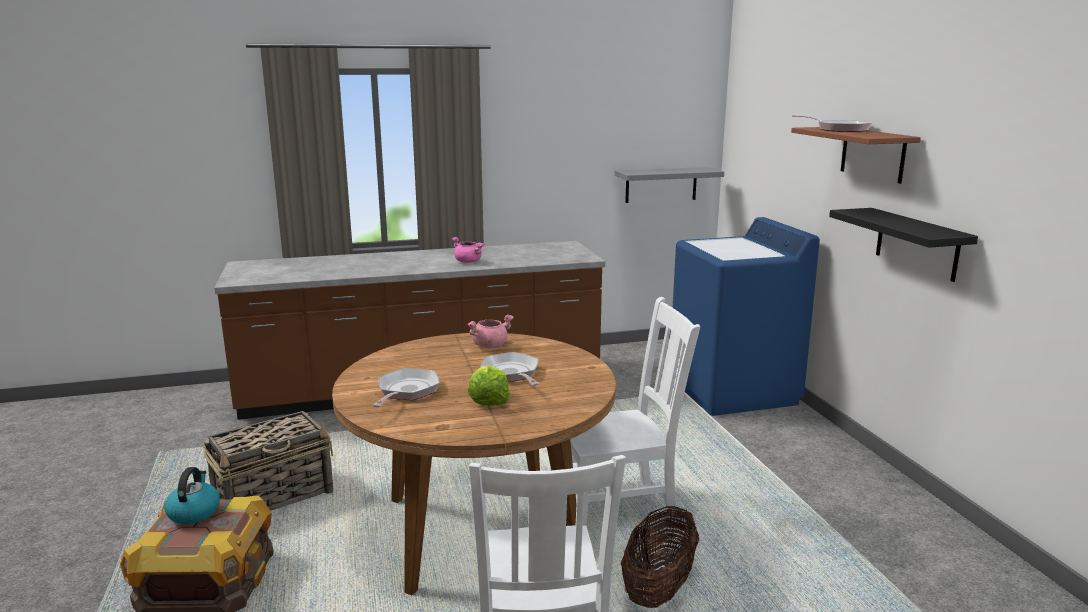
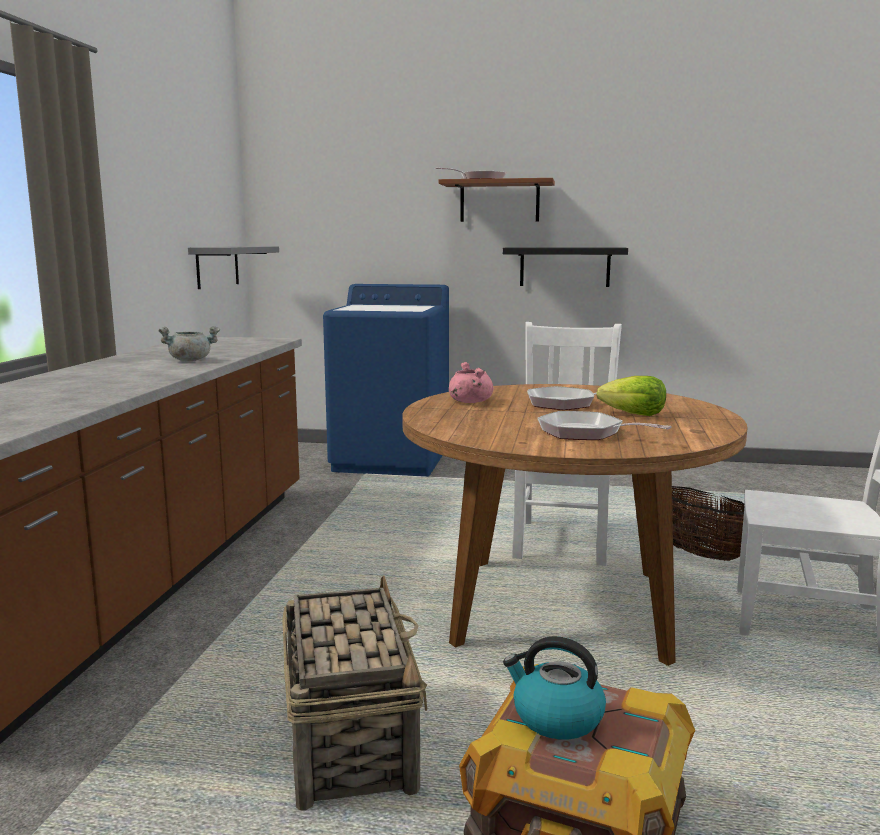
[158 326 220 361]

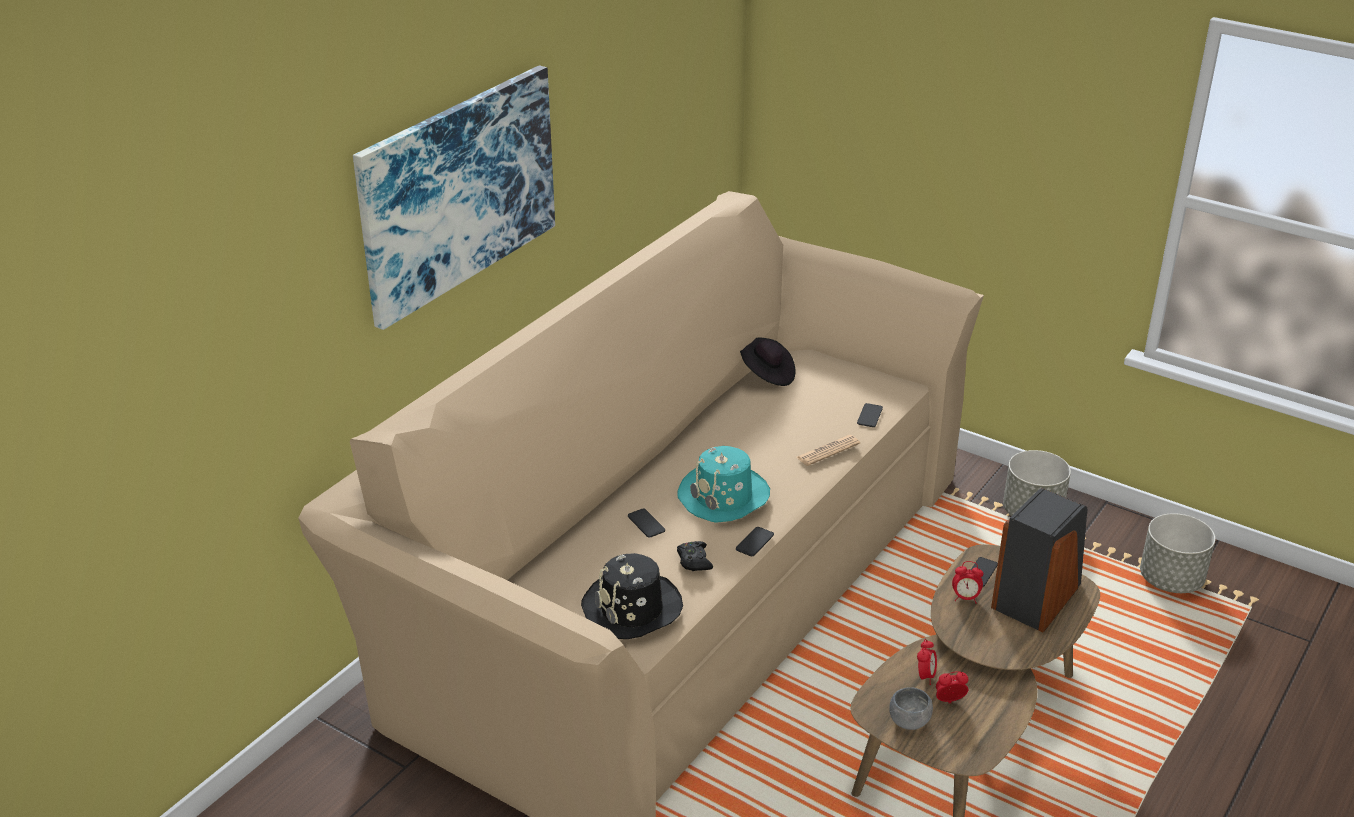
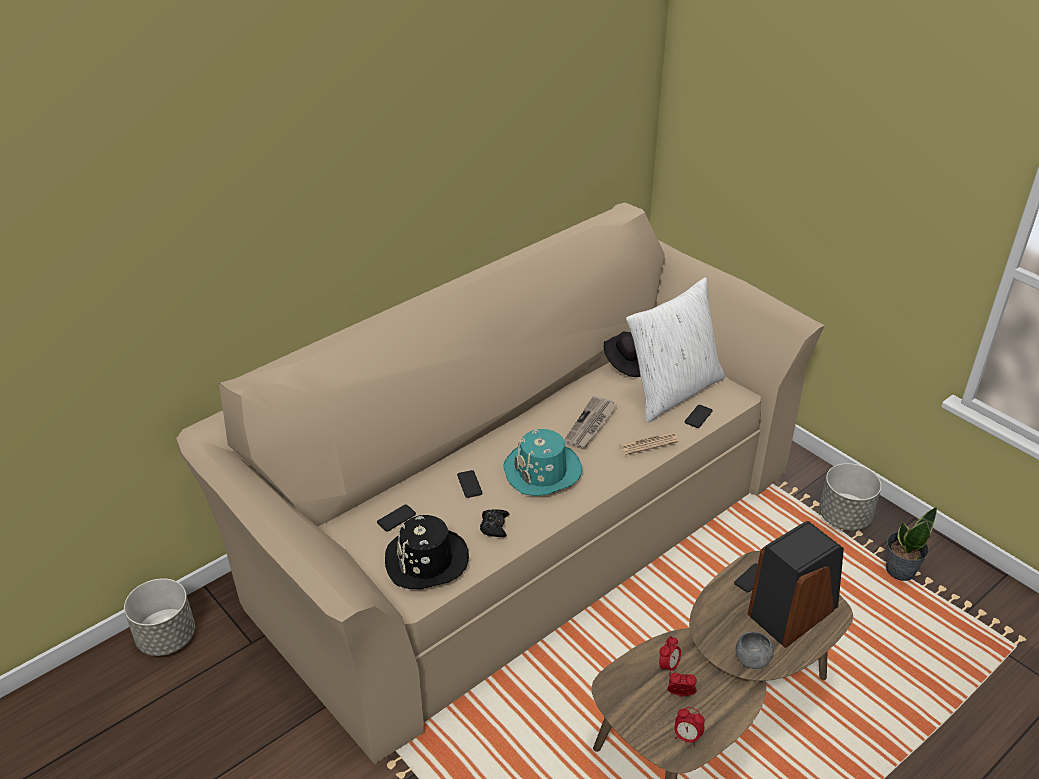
[124 578 195 656]
[377 505 416 531]
[564 396 617 449]
[626 277 725 423]
[674 707 705 746]
[735 632 774 669]
[886 507 937 581]
[353 65 555 330] (first image)

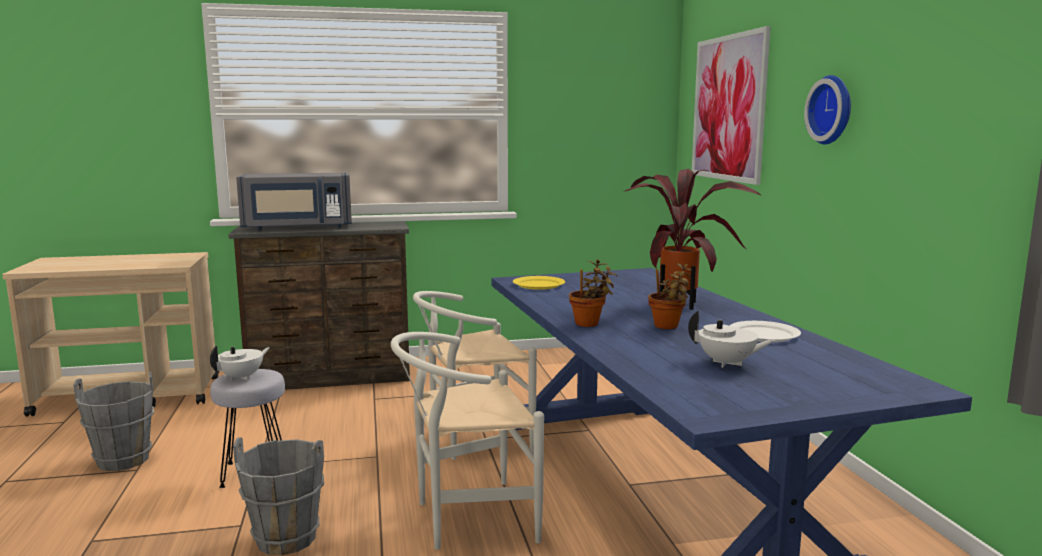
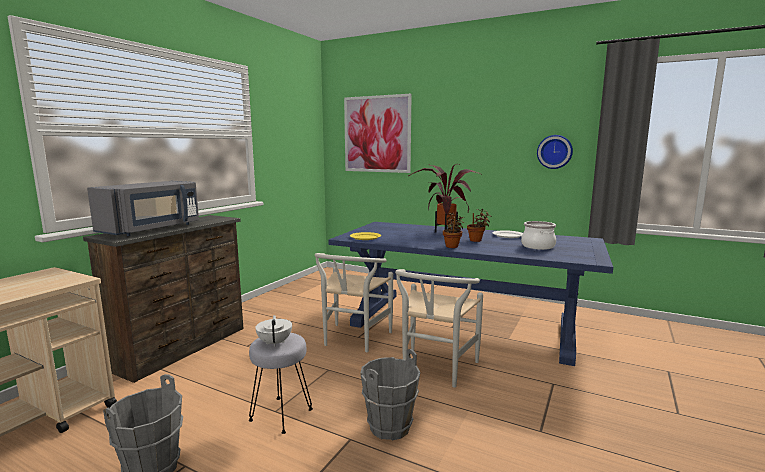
[521 221 556 250]
[537 135 573 169]

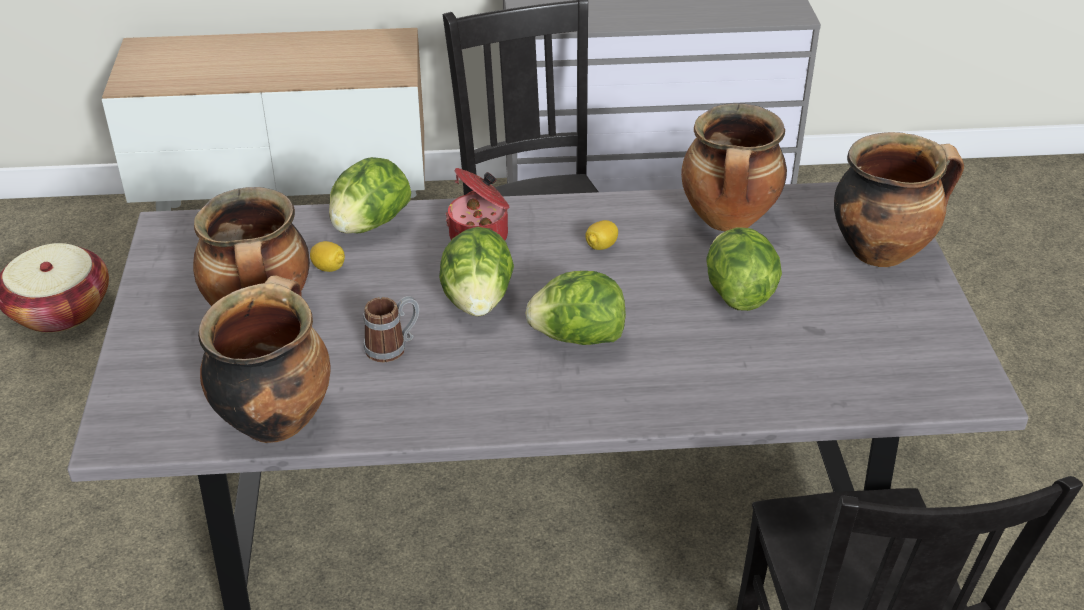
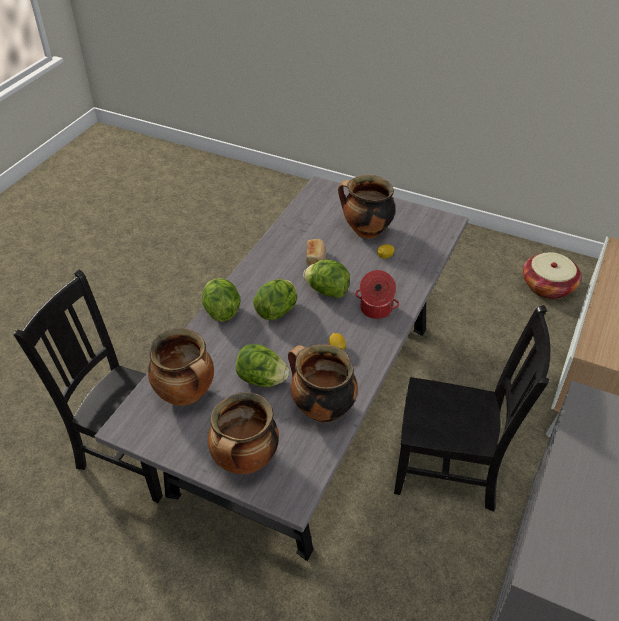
[148 328 214 406]
[202 278 241 322]
[306 239 326 266]

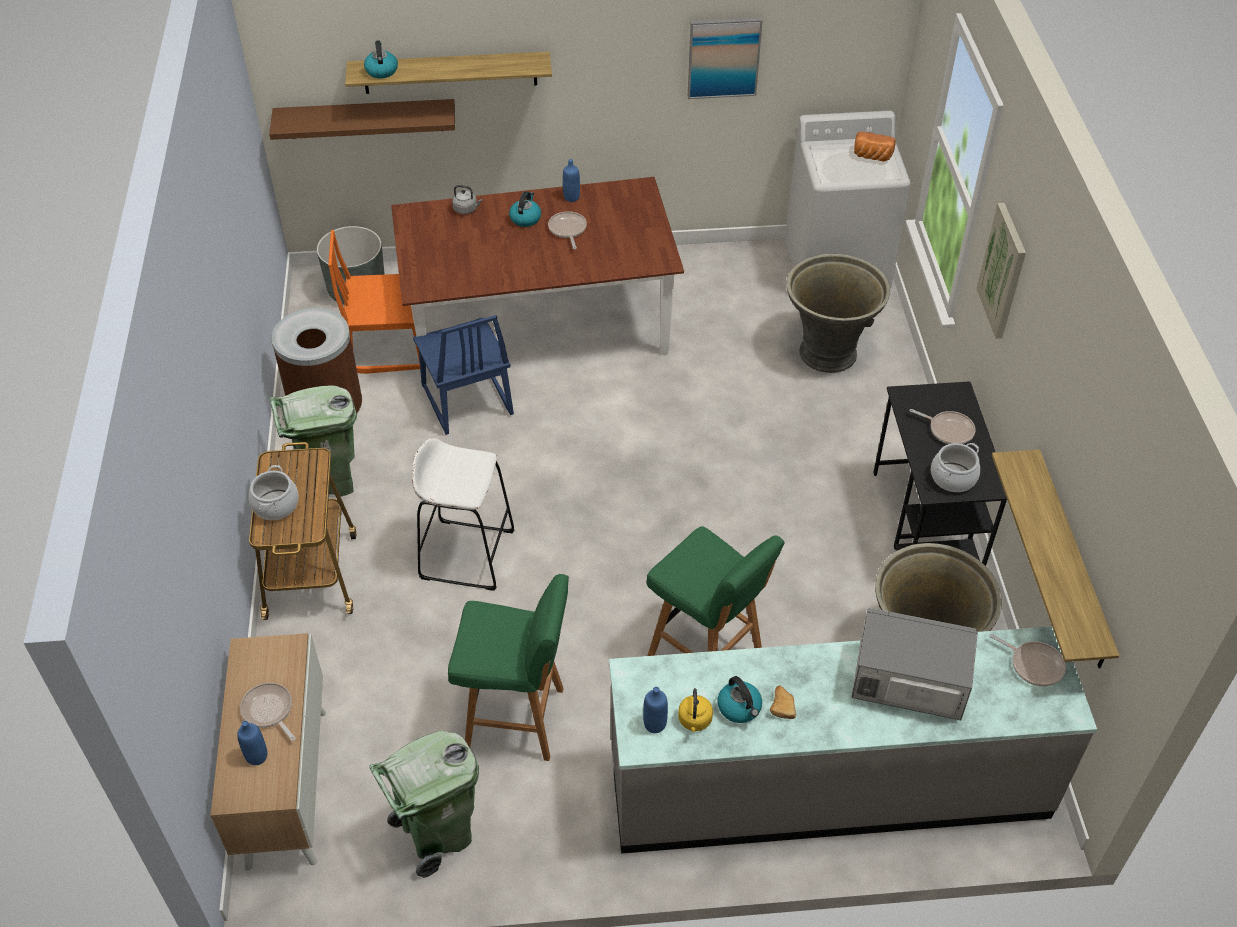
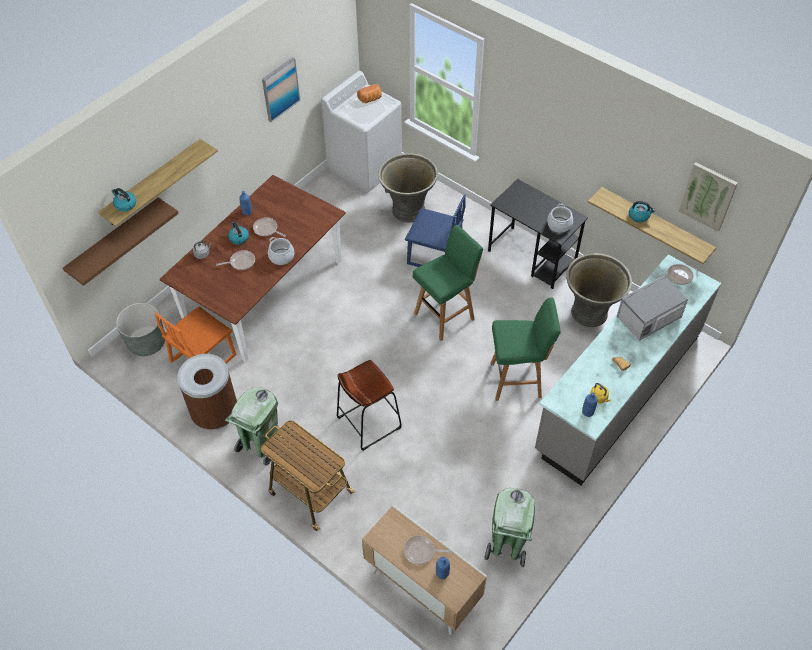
[216 250 255 270]
[268 237 294 265]
[337 360 402 451]
[405 194 466 267]
[413 225 483 341]
[629 201 655 222]
[679 162 738 232]

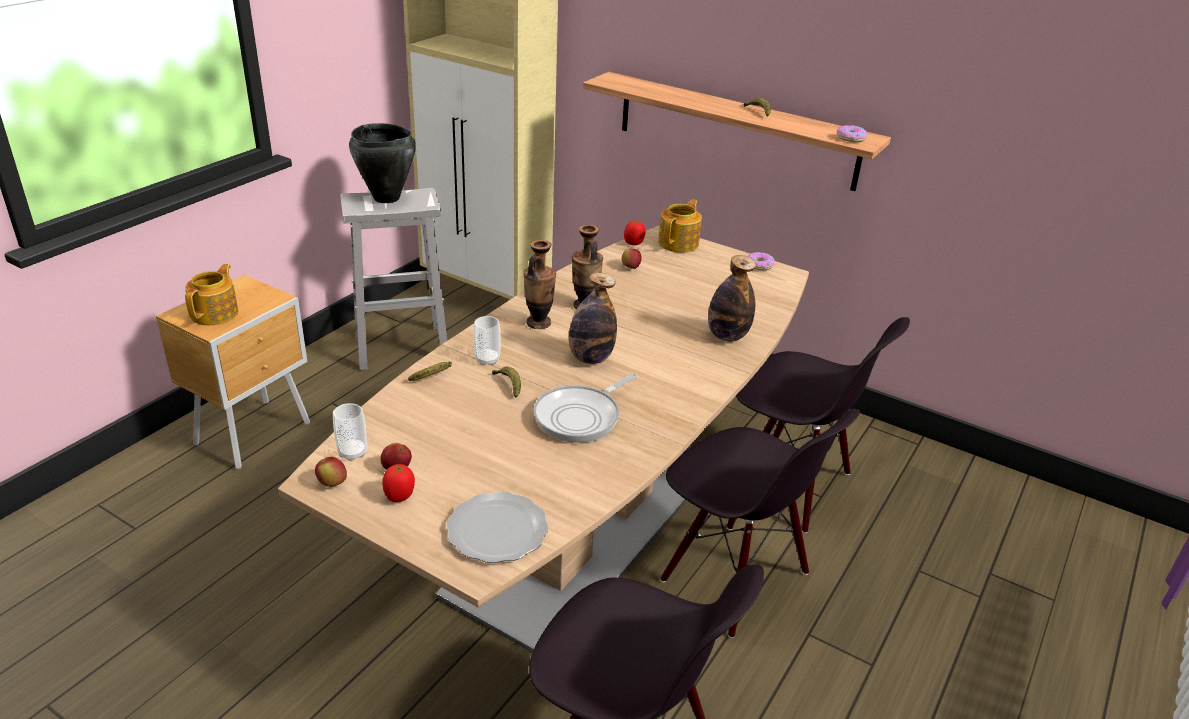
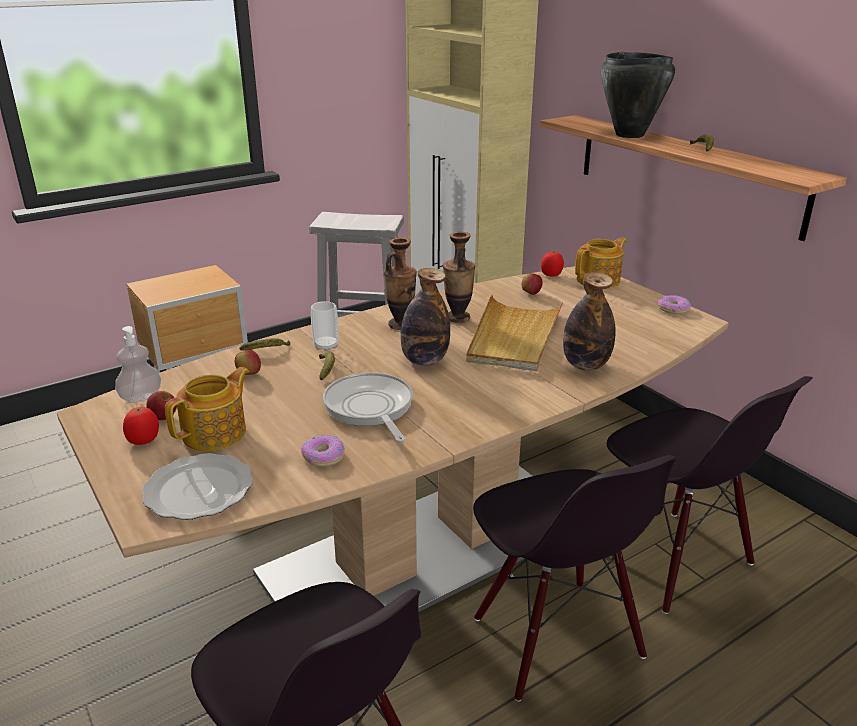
[115 326 161 403]
[165 367 249 451]
[235 350 261 375]
[301 435 345 467]
[323 373 413 442]
[466 295 563 371]
[601 52 675 138]

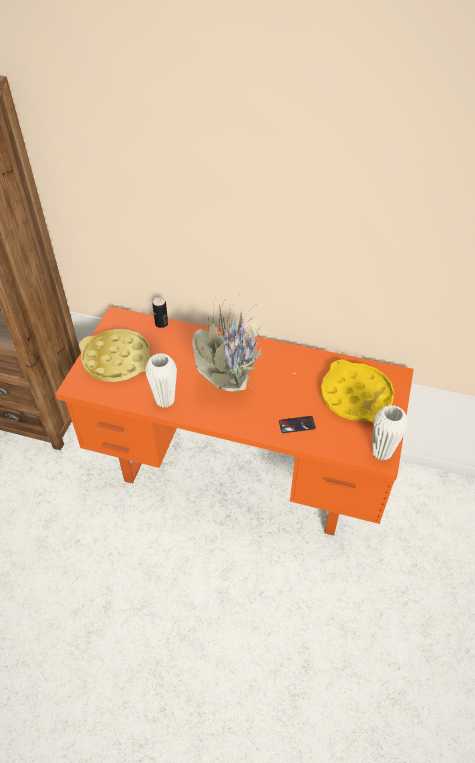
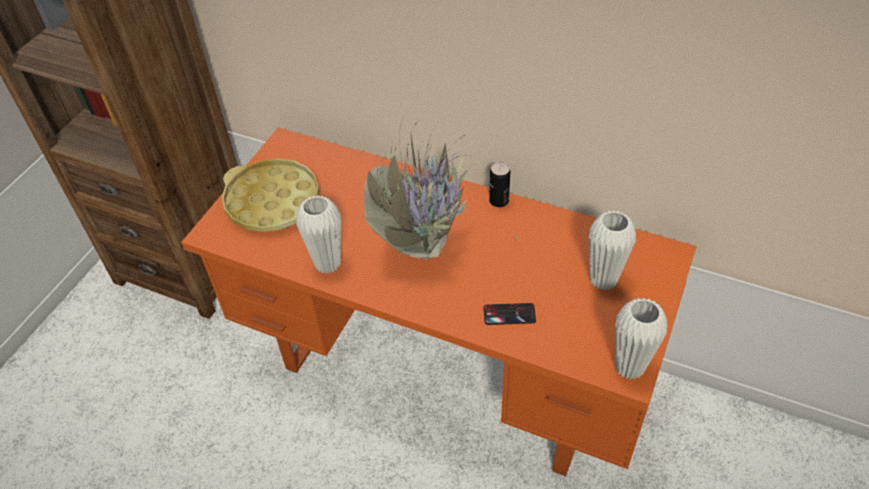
[489 162 510 207]
[589 210 636 290]

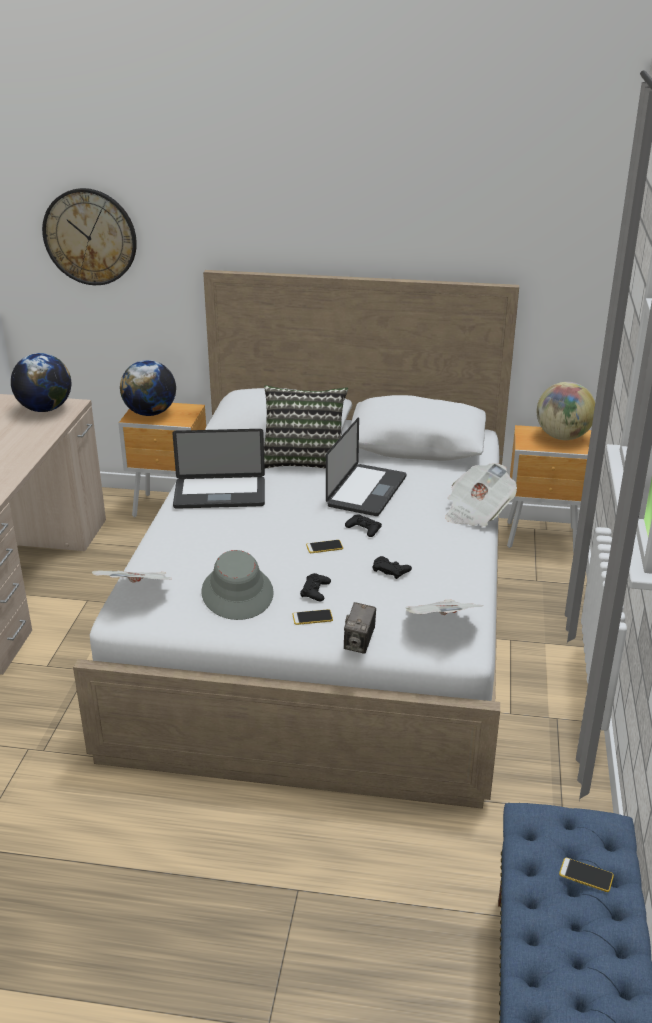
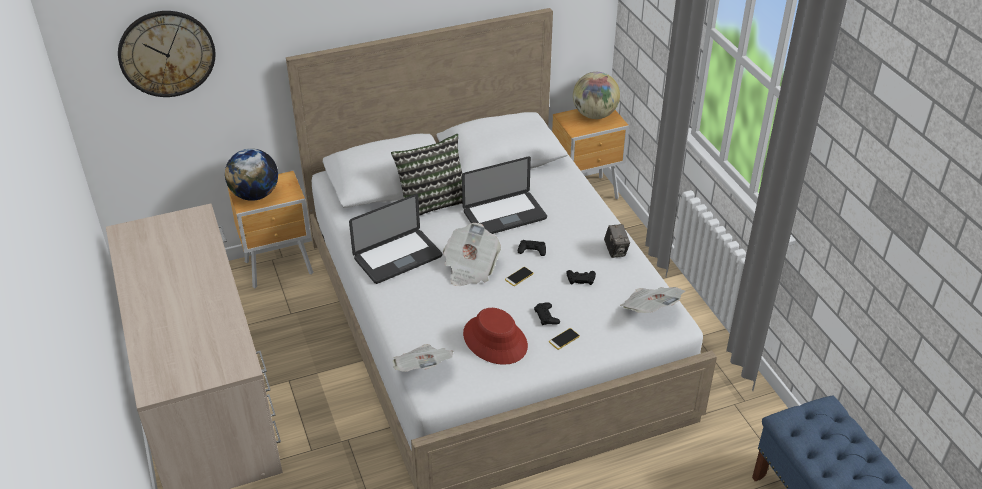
[443 223 501 286]
[462 156 547 234]
[463 308 528 365]
[604 224 630 258]
[11 353 71 412] (first image)
[559 858 614 892] (first image)

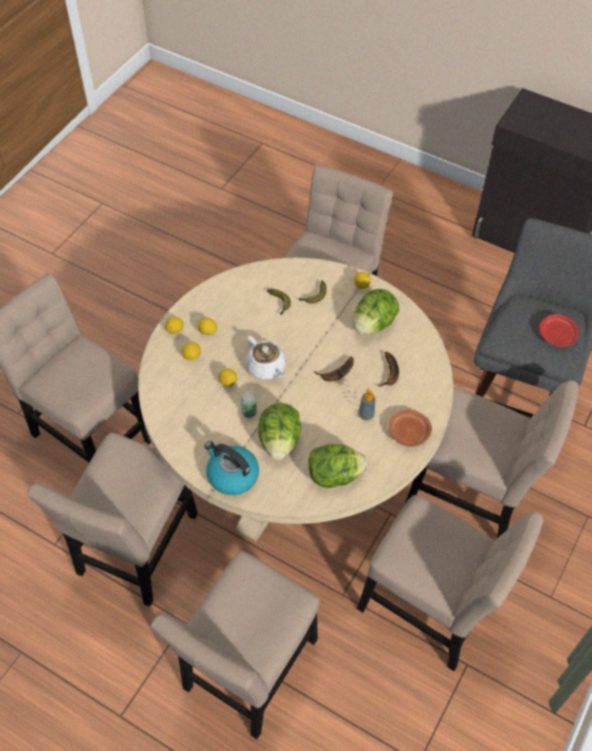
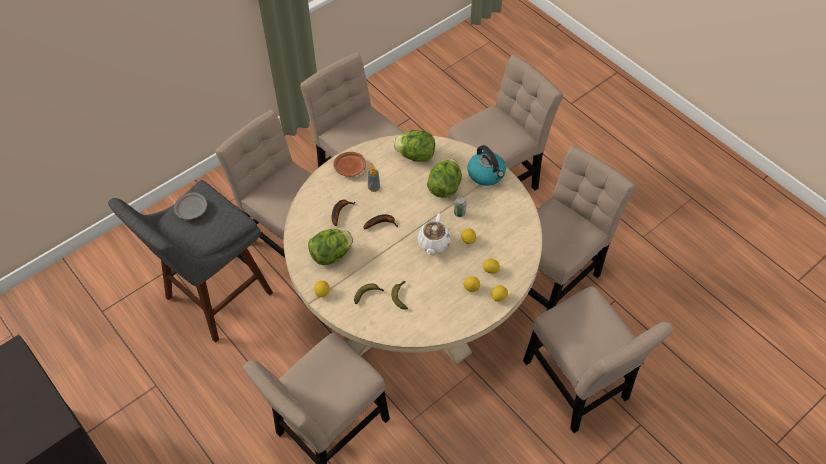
[174 192 207 220]
[418 213 451 255]

